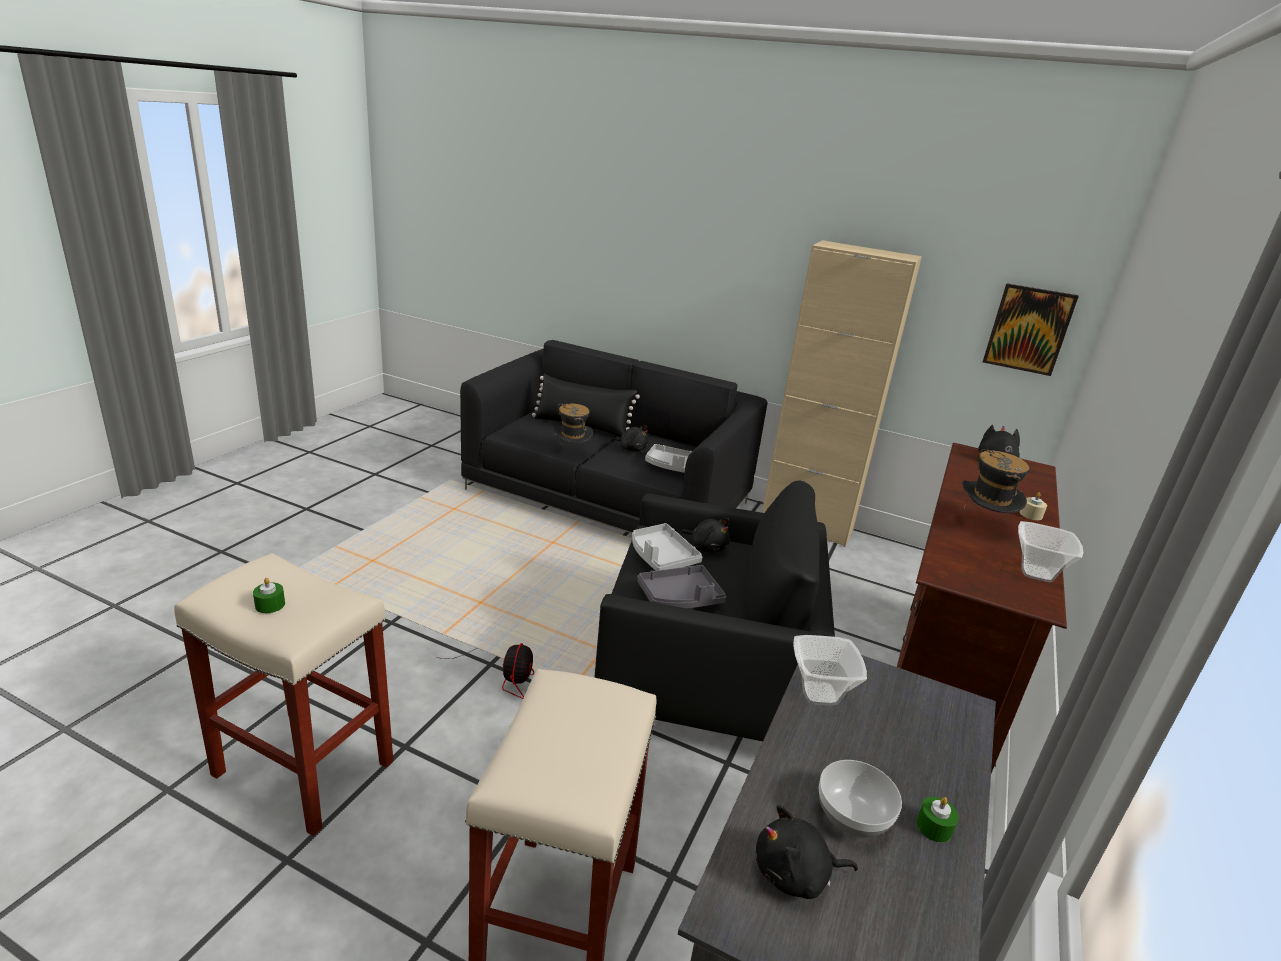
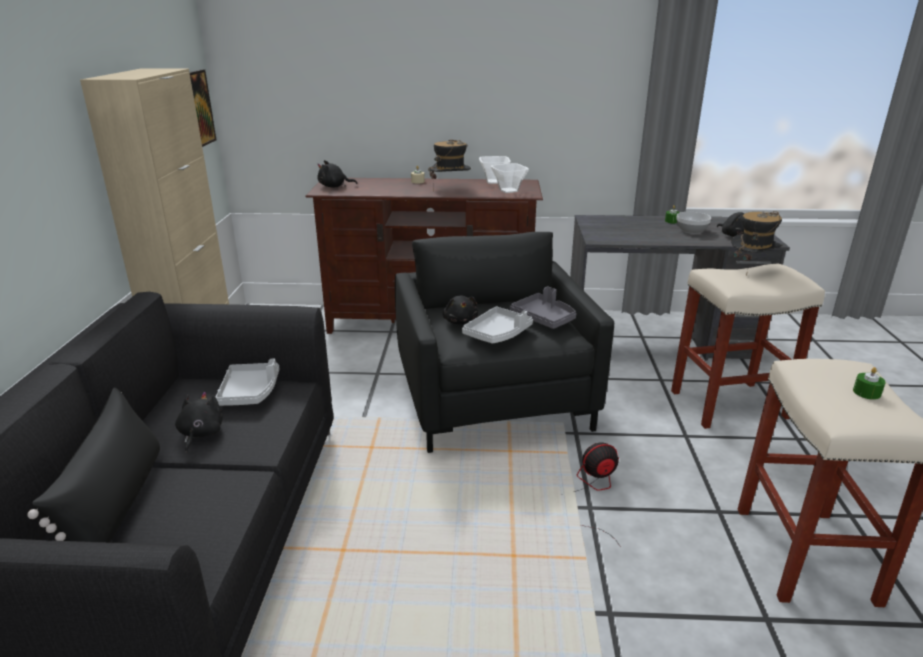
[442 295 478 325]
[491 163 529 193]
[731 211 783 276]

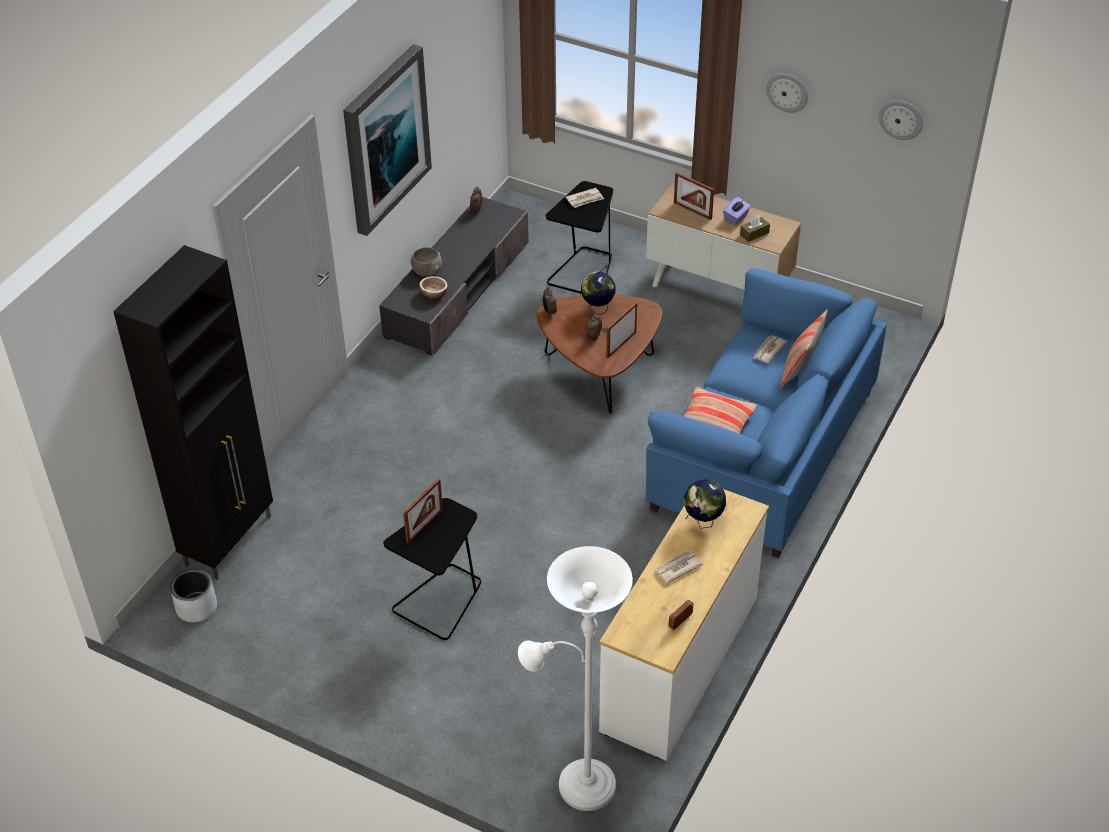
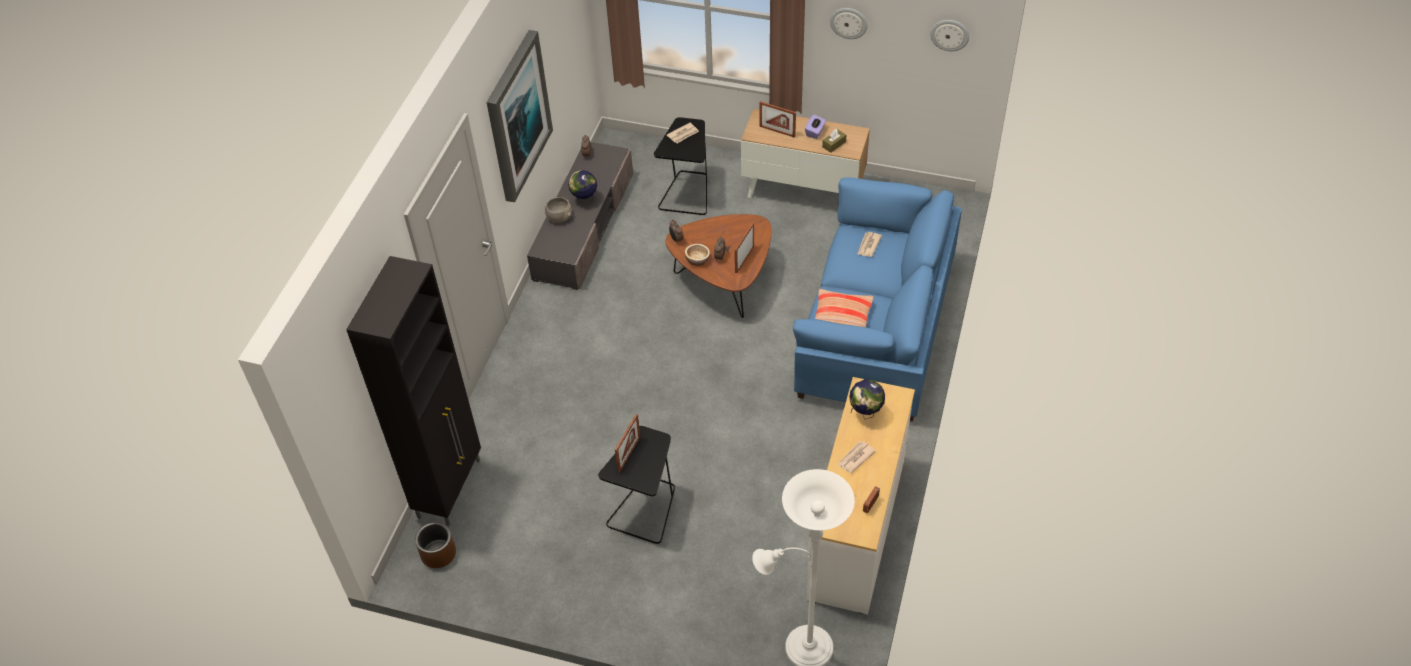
[415 522 456 568]
[568 170 597 206]
[685 244 710 266]
[779 310 828 389] (first image)

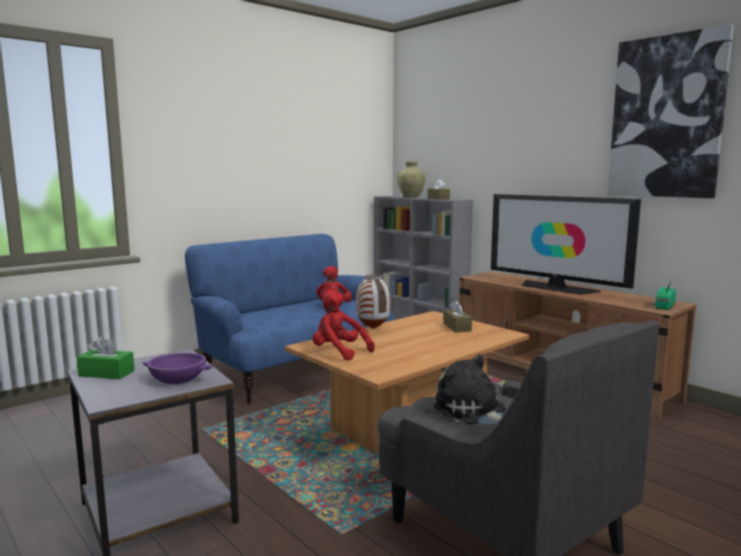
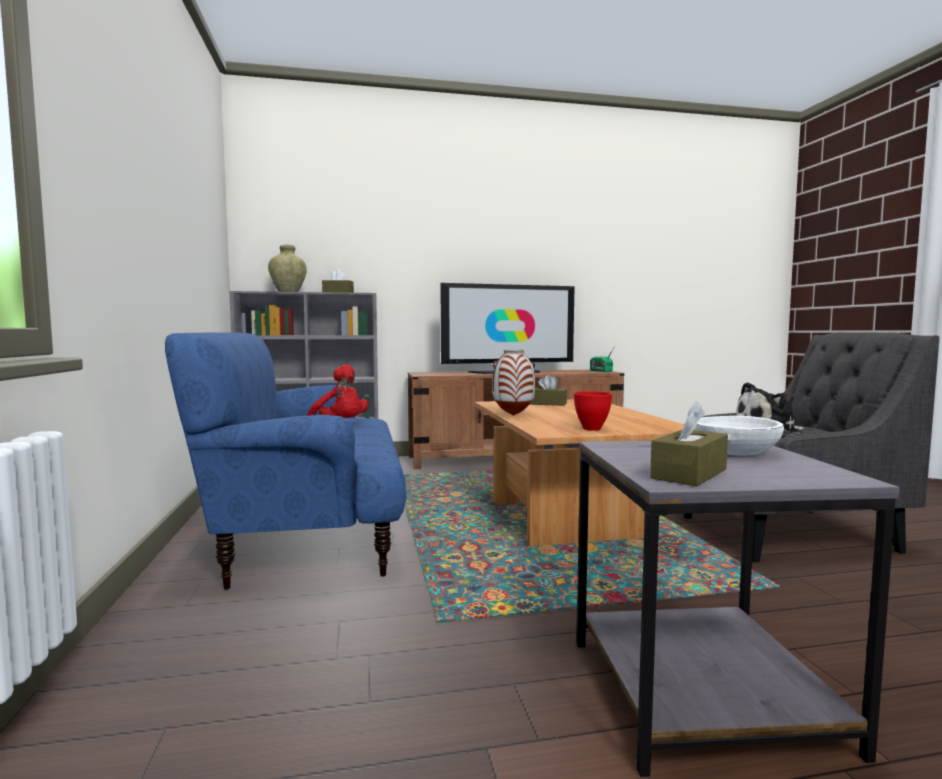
[573 391 613 430]
[650 401 728 486]
[694 416 784 455]
[607 24 734 198] (first image)

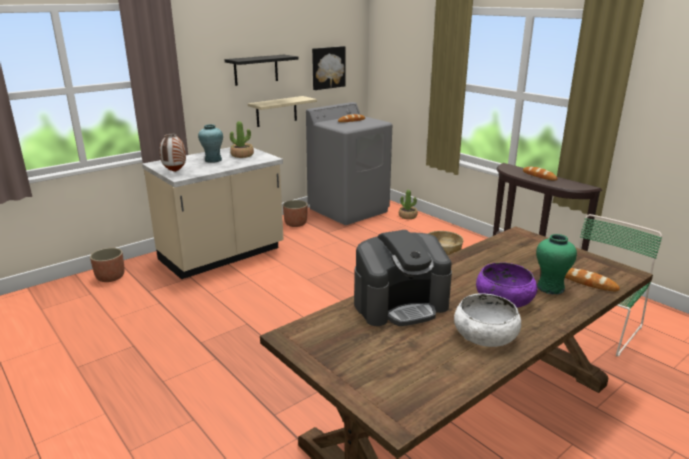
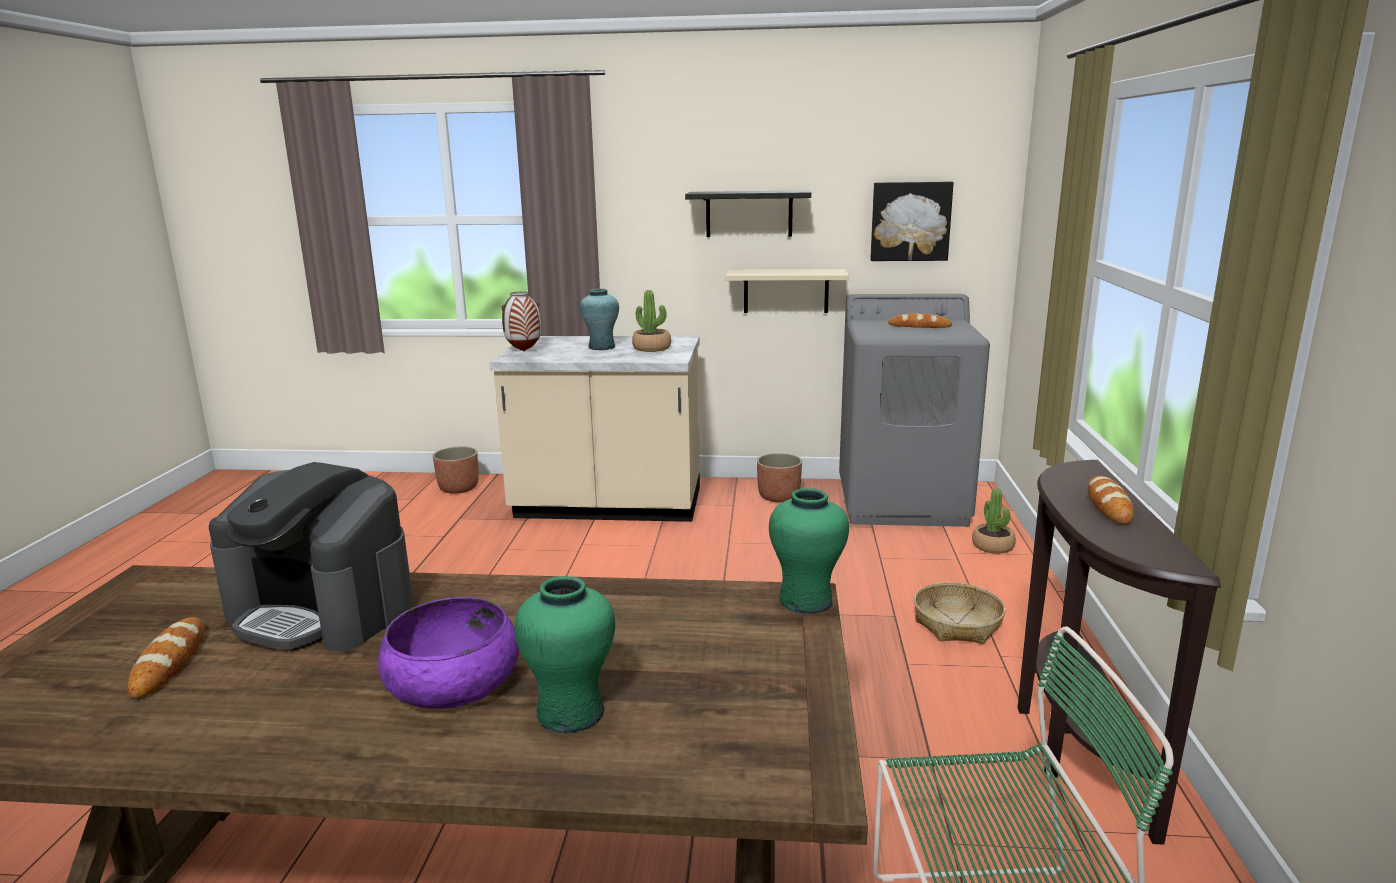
[128 617 205 698]
[769 488 849 614]
[454 293 521 347] (first image)

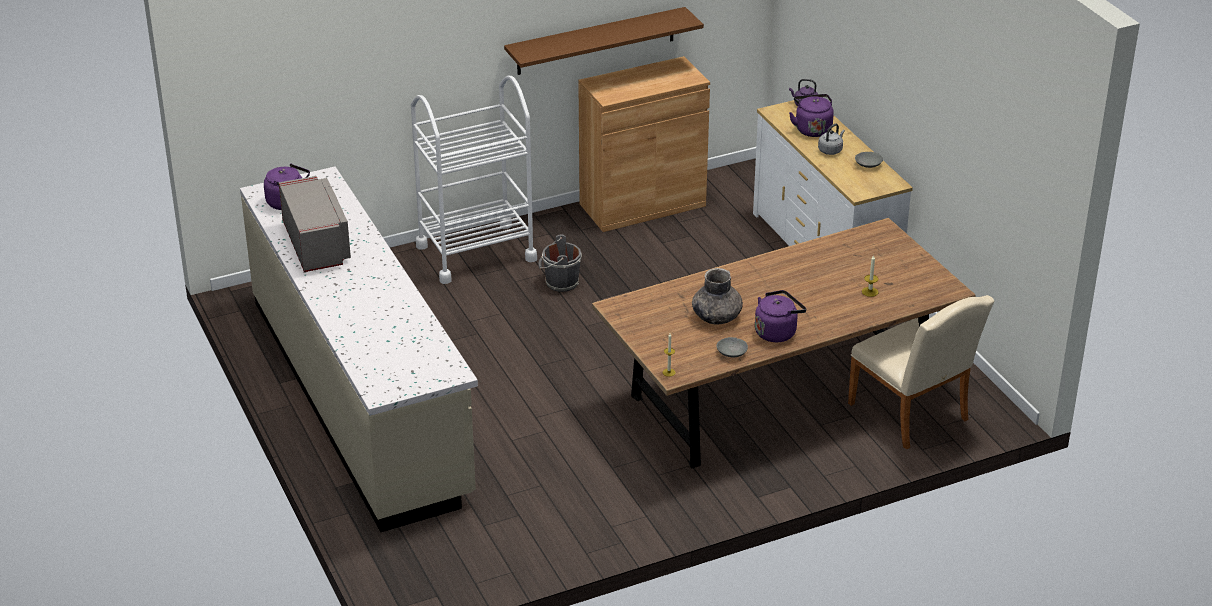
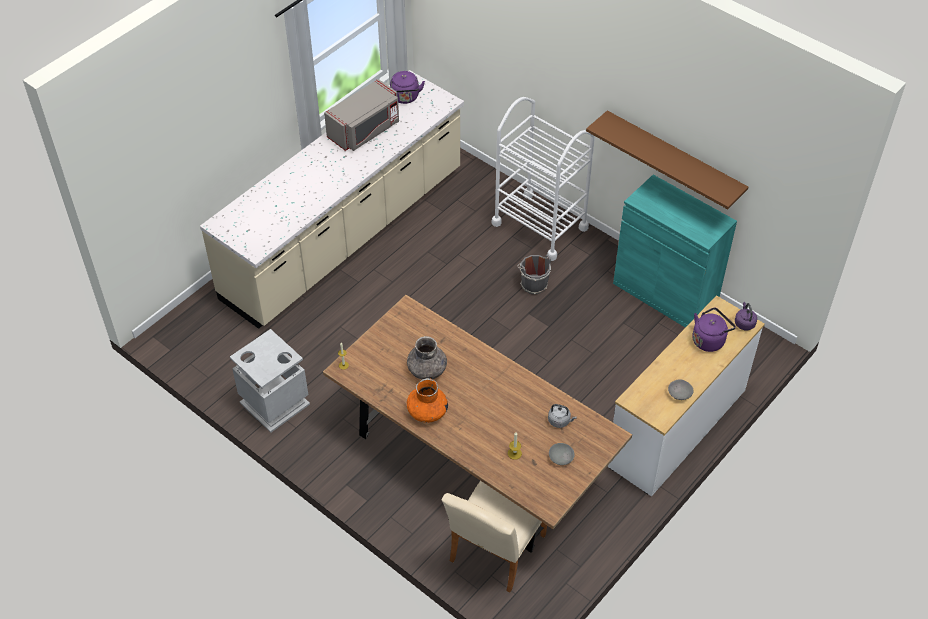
[230 329 310 433]
[407 378 448 423]
[548 404 577 428]
[549 443 575 465]
[613 175 737 328]

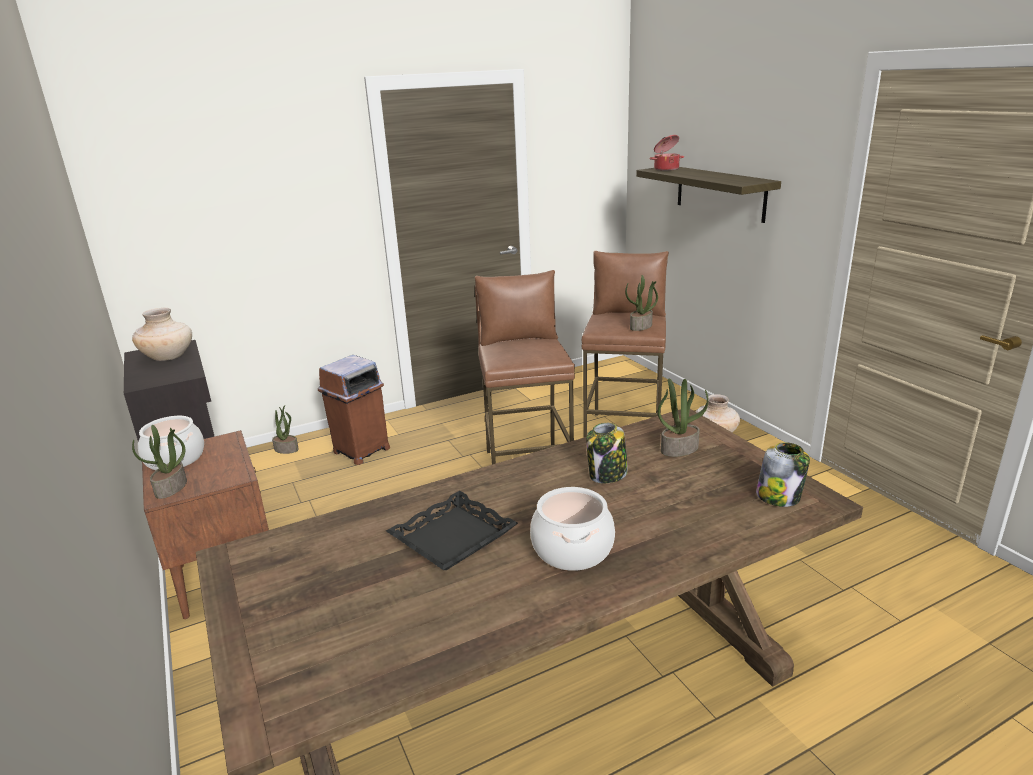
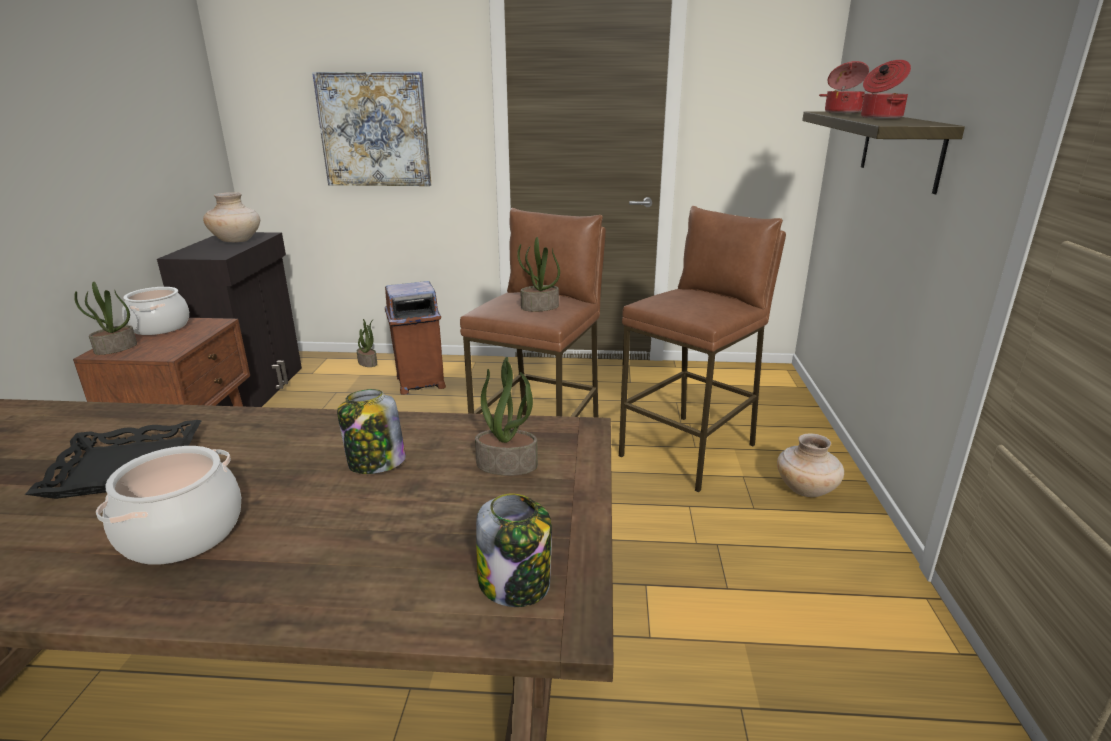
[312 72 431 186]
[517 237 560 311]
[861 60 911 119]

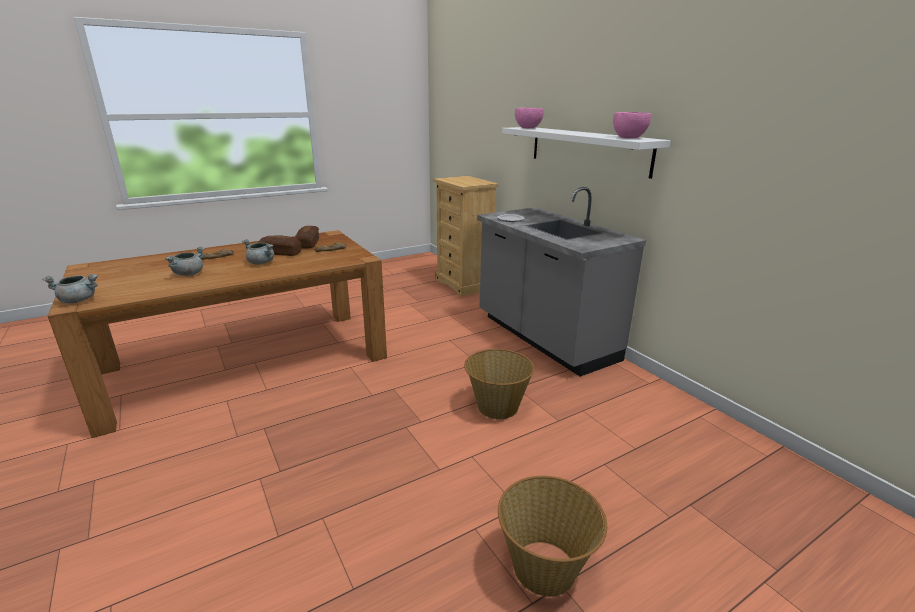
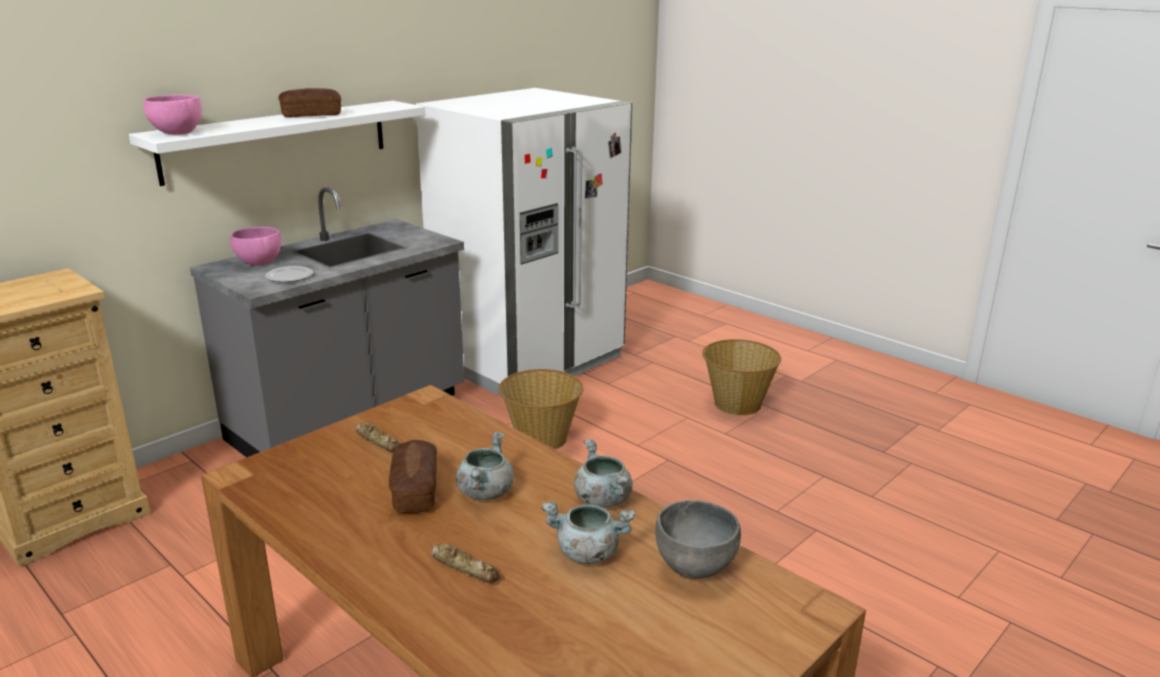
[230 227 282 266]
[279 88 341 117]
[416 88 632 397]
[574 439 633 508]
[655 500 741 579]

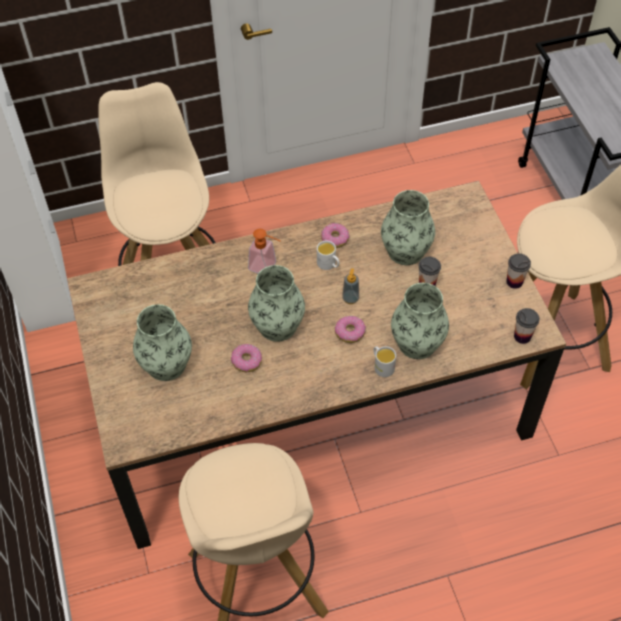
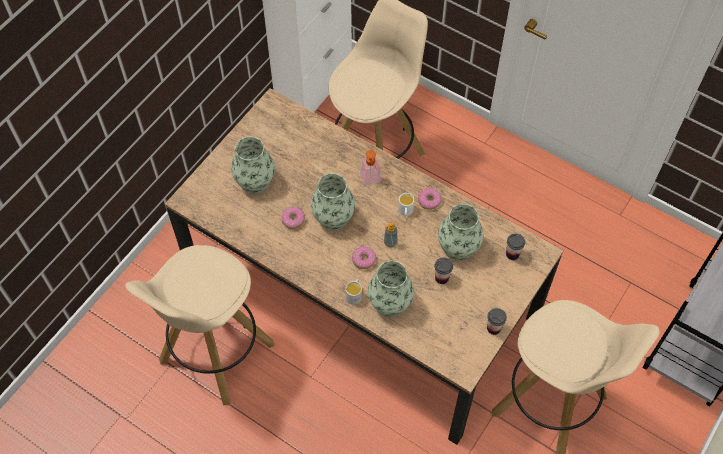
[506 234 525 260]

